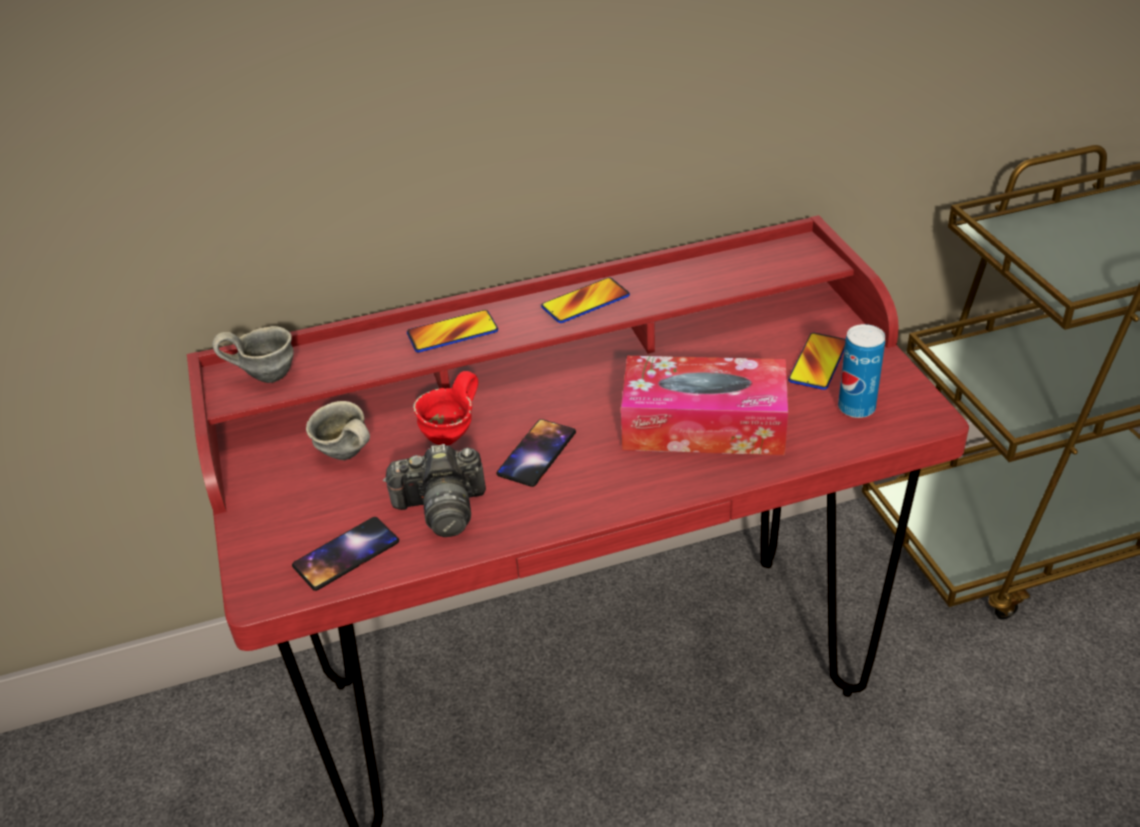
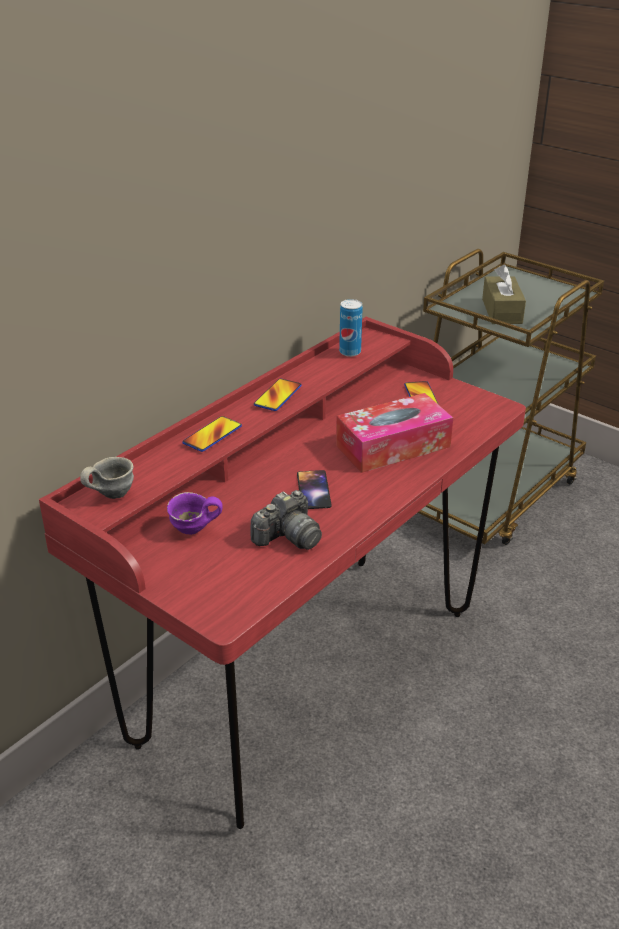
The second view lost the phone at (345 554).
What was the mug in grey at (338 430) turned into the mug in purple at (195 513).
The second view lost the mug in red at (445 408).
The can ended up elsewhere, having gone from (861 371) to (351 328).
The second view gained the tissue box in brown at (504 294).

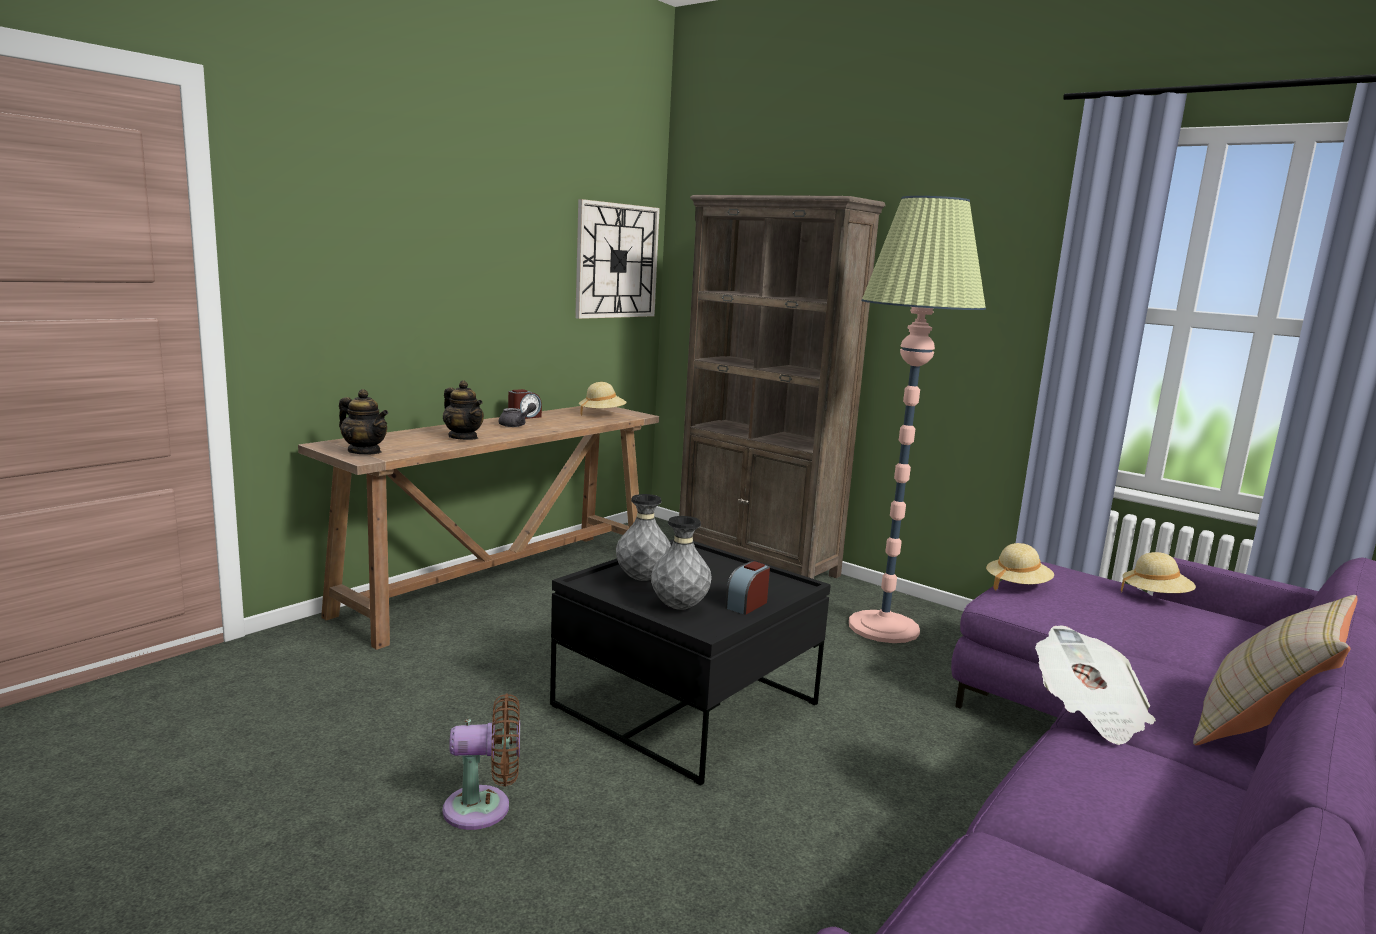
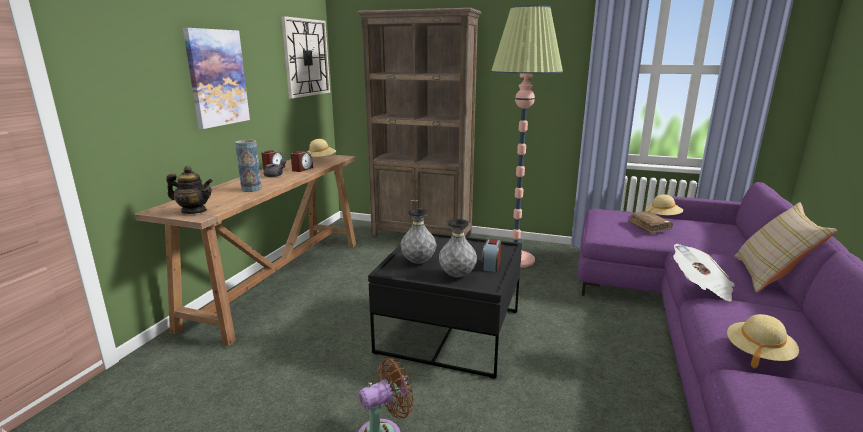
Where the teapot stood at (463 410), the vase came to stand at (248 166).
The hat in beige ended up elsewhere, having gone from (1020 566) to (763 341).
The second view gained the picture at (216 78).
The second view gained the alarm clock at (302 161).
The second view gained the book in brown at (650 222).

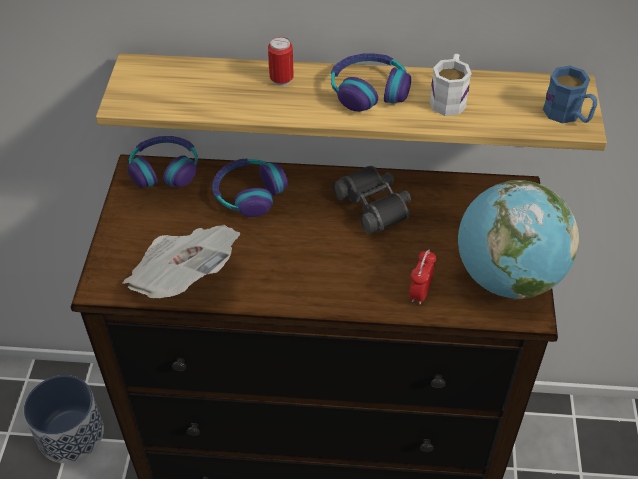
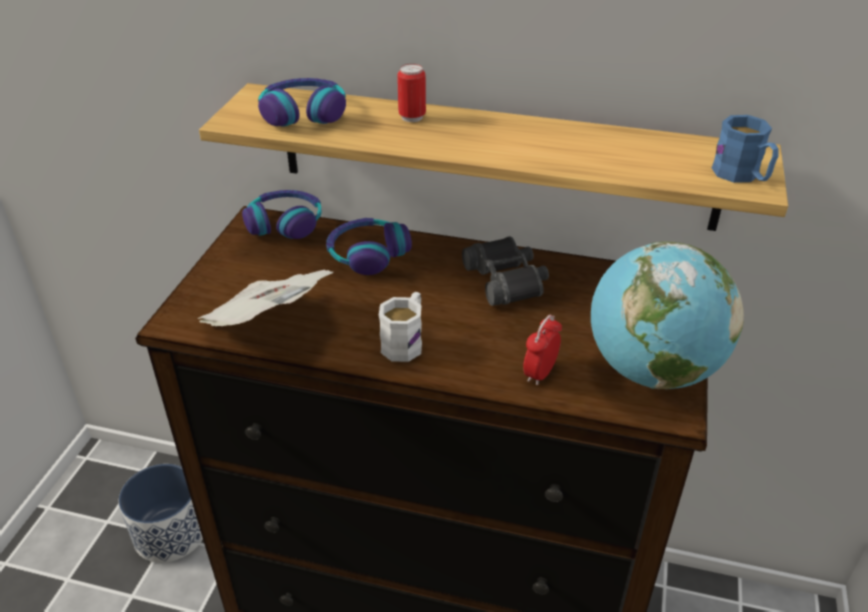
The headphones ended up elsewhere, having gone from (371 82) to (302 102).
The mug in white ended up elsewhere, having gone from (450 85) to (400 327).

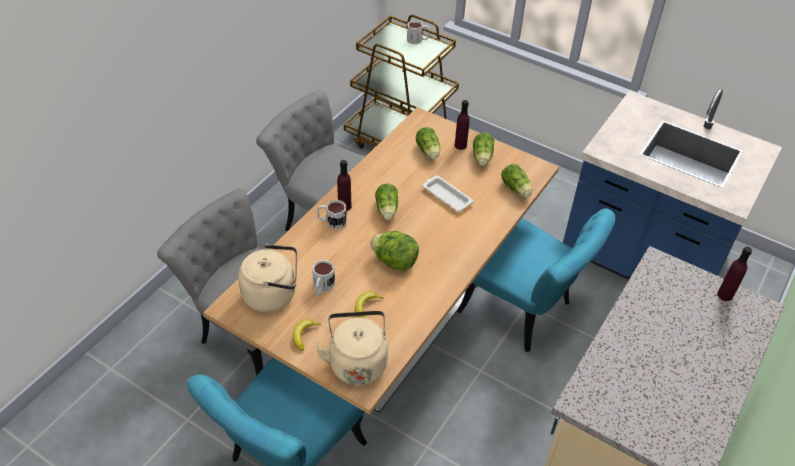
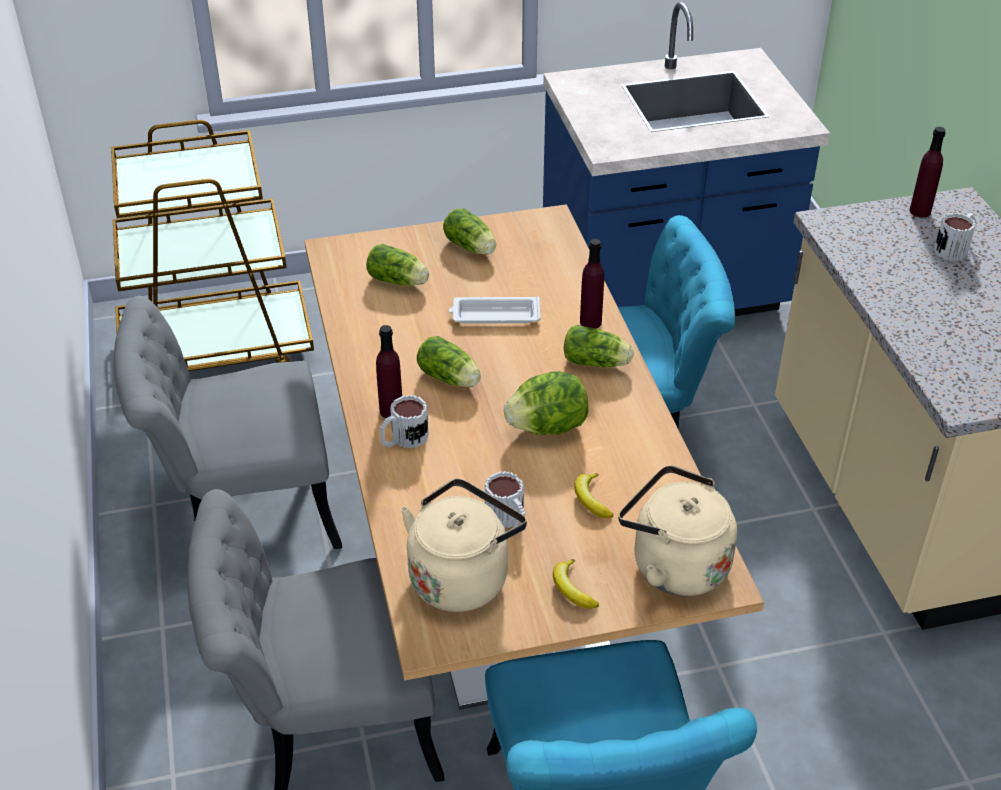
The mug ended up elsewhere, having gone from (418 32) to (955 237).
The bottle in purple ended up elsewhere, having gone from (462 125) to (592 284).
The lettuce ended up elsewhere, having gone from (516 180) to (598 346).

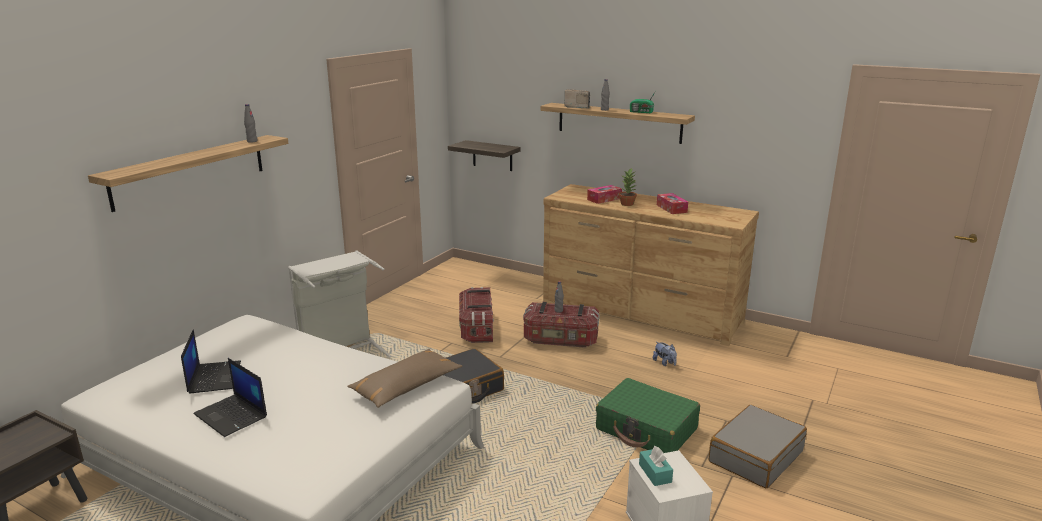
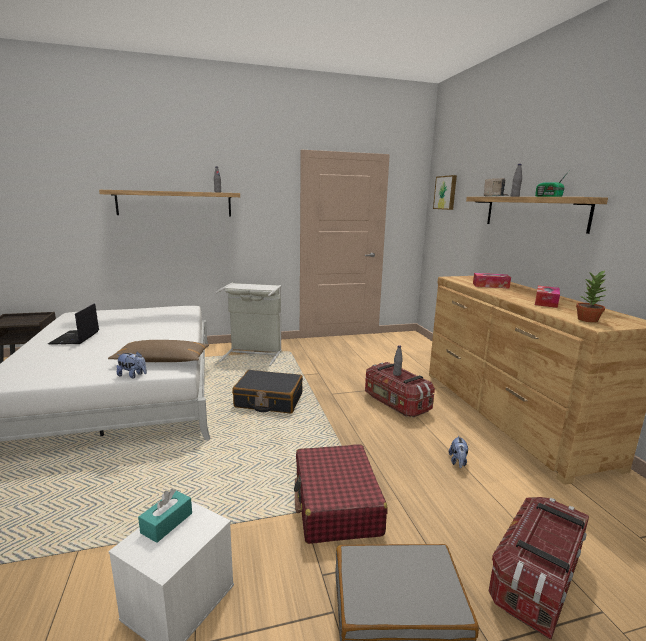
The second view lost the laptop at (211 361).
The second view lost the shelf at (484 155).
The storage box ended up elsewhere, having gone from (476 315) to (539 568).
What was the suitcase in green at (648 415) turned into the suitcase in red at (341 494).
The potted plant ended up elsewhere, having gone from (628 187) to (591 297).
The second view gained the plush toy at (131 364).
The second view gained the picture at (445 192).

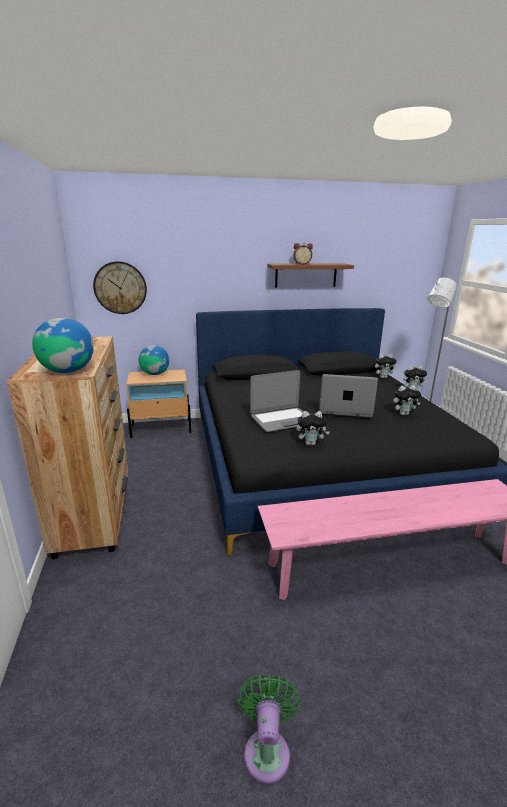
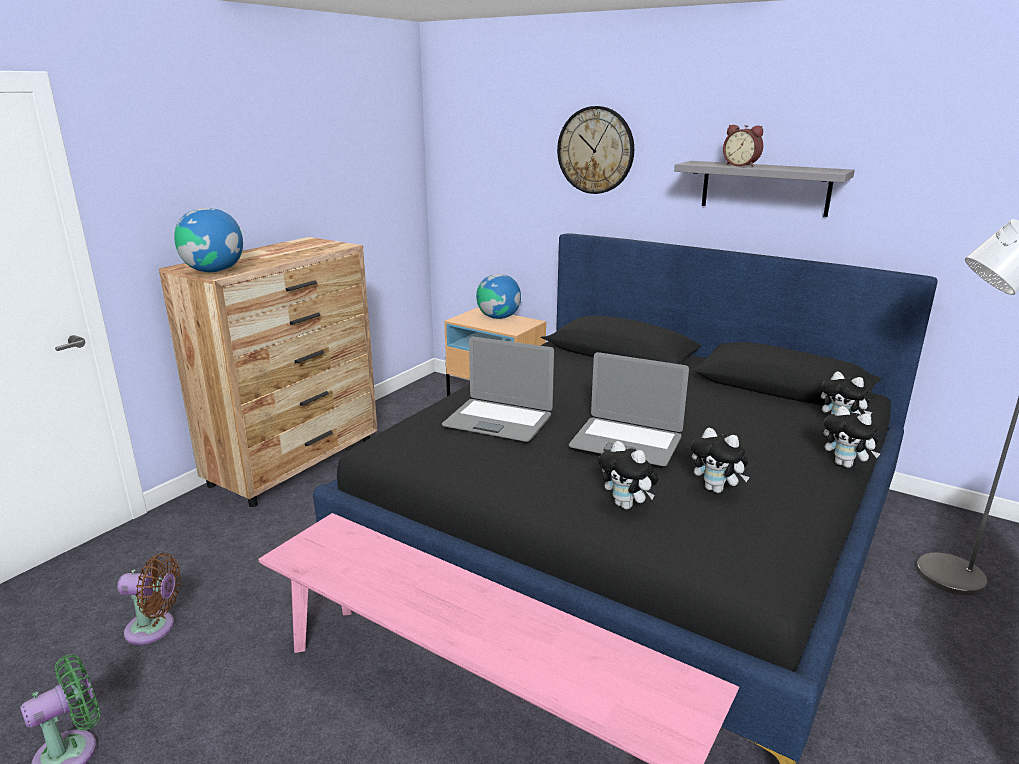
The wall clock ended up elsewhere, having gone from (120 287) to (595 150).
What was the shelf in brown at (310 275) turned into the shelf in grey at (764 189).
The plush toy ended up elsewhere, having gone from (313 428) to (628 475).
The laptop at (348 395) ended up facing another way, 150 degrees clockwise from before.
The second view gained the fan in brown at (149 599).

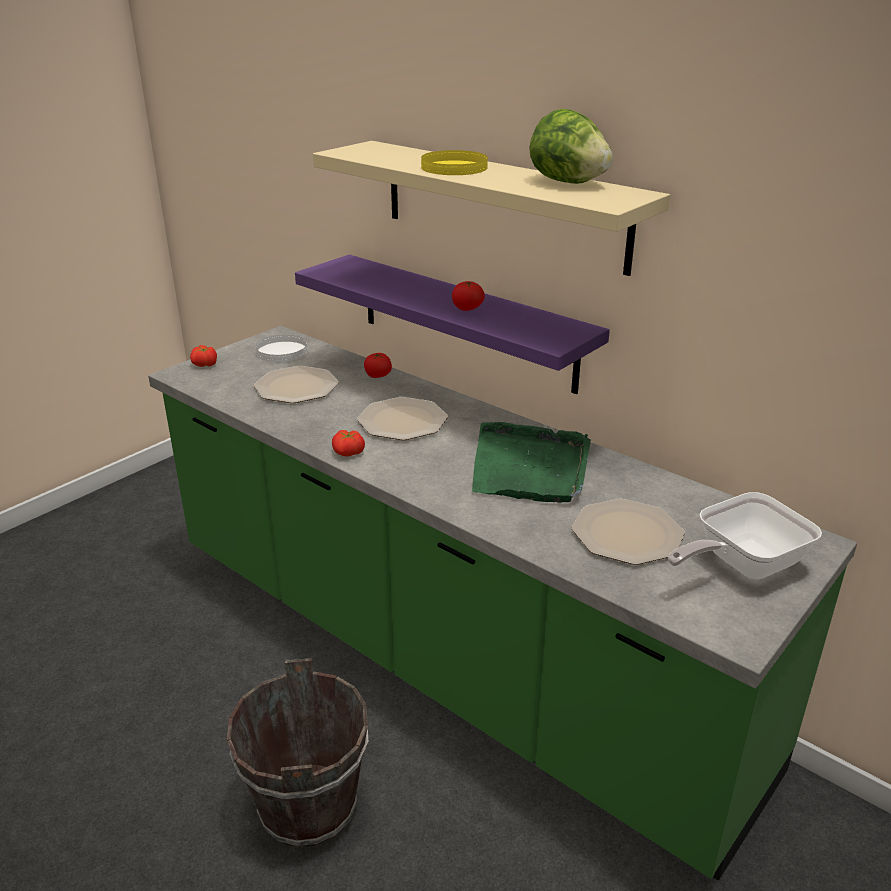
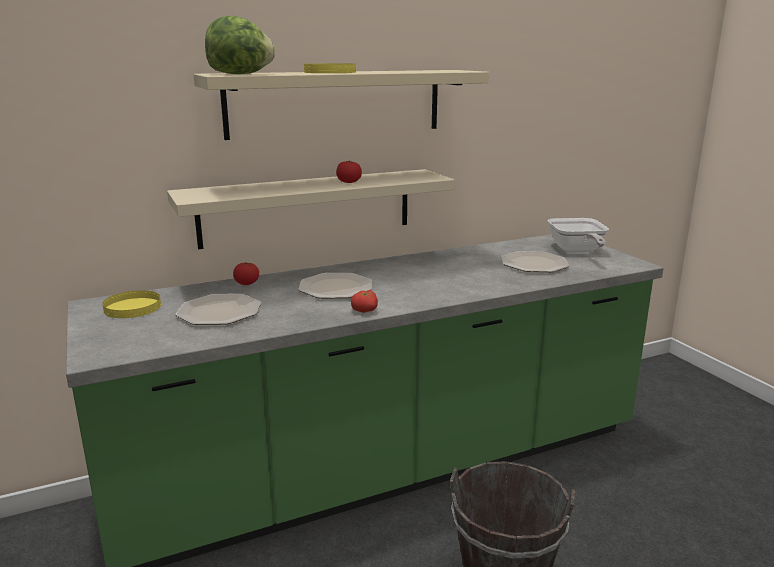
The second view lost the tomato at (203 356).
What was the plate in white at (281 348) turned into the plate in yellow at (131 304).
What was the shelf in purple at (452 324) turned into the shelf in beige at (311 209).
The second view lost the tray in green at (531 462).
The lettuce ended up elsewhere, having gone from (571 146) to (240 45).

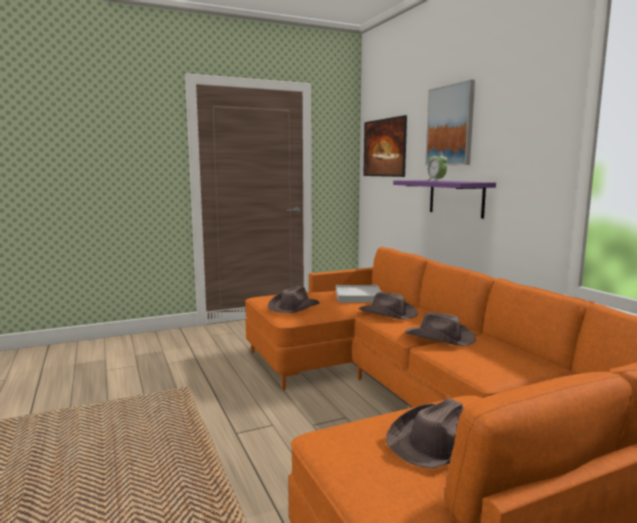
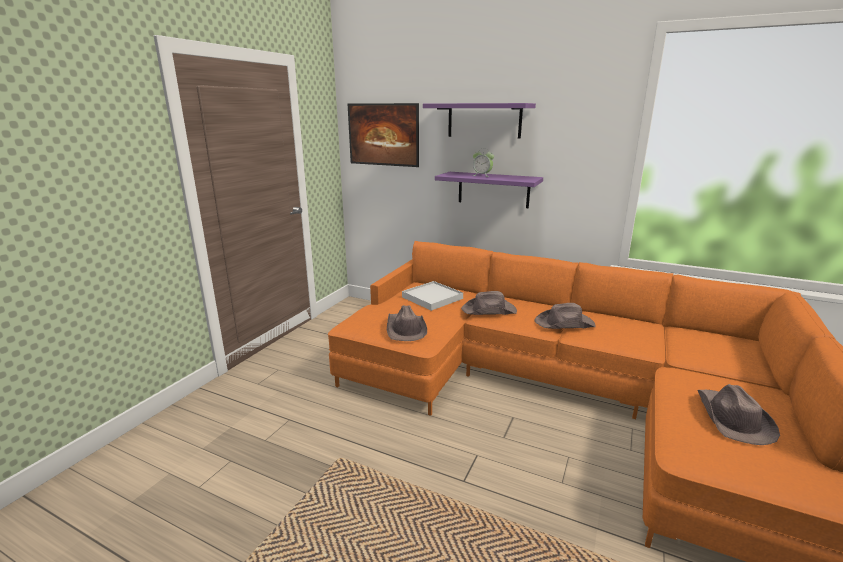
Where the picture hung at (450 122), the shelf in purple came to hang at (479 121).

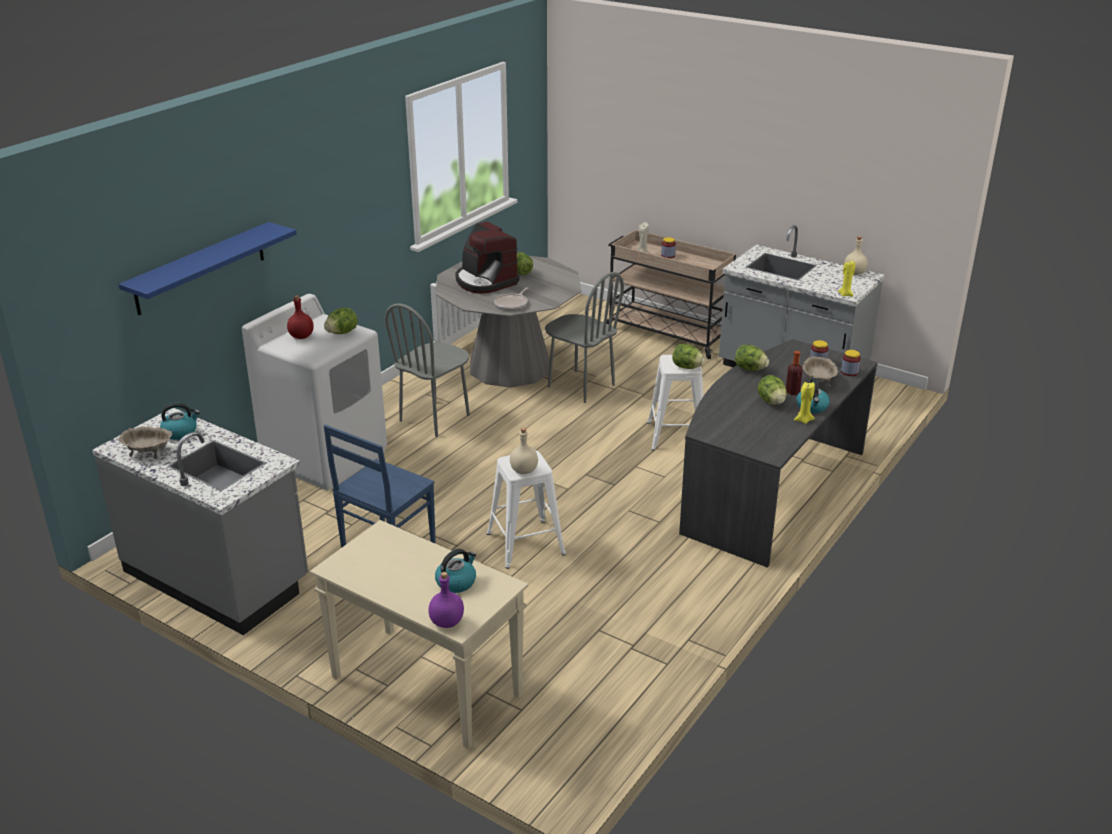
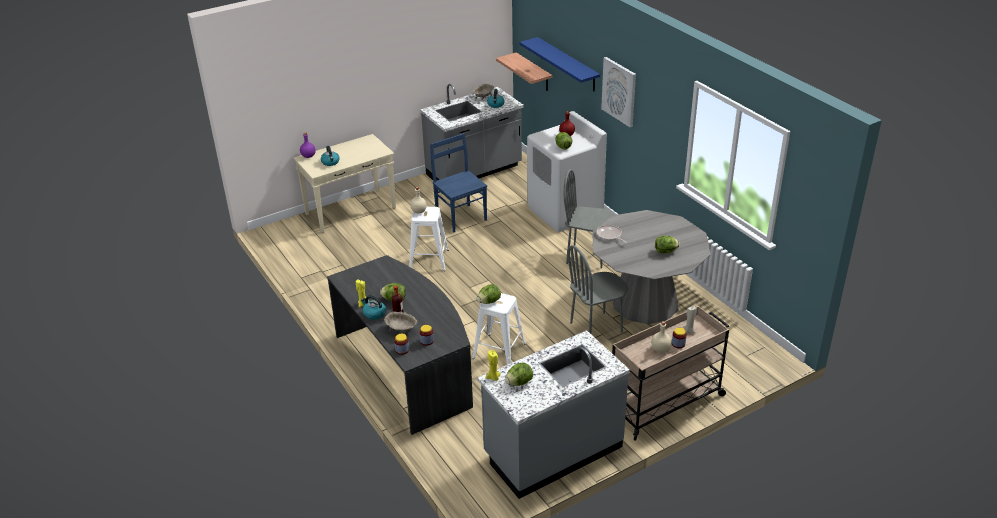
The chair in grey at (427 370) ended up facing another way, 45 degrees counterclockwise from before.
The second view lost the coffee machine at (487 257).
The lettuce ended up elsewhere, having gone from (752 358) to (519 374).
The bottle in beige ended up elsewhere, having gone from (856 255) to (661 337).
The second view gained the shelf at (524 71).
The second view gained the picture at (618 92).

